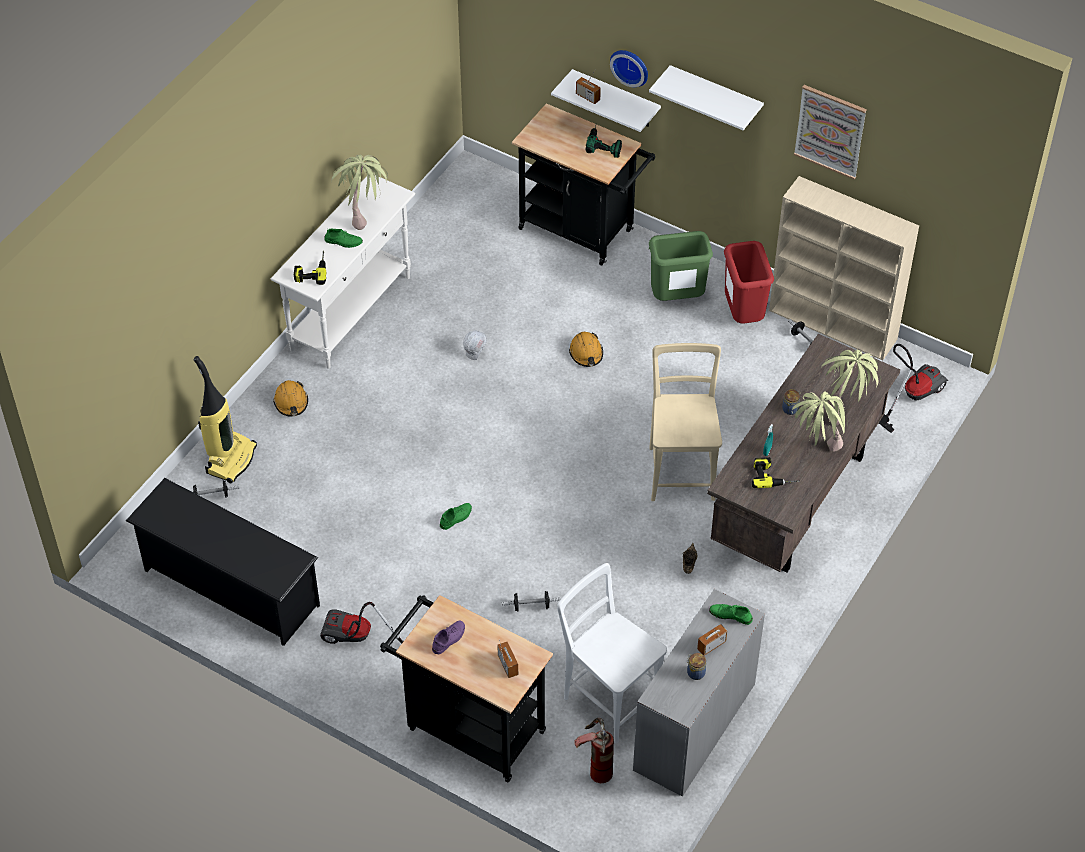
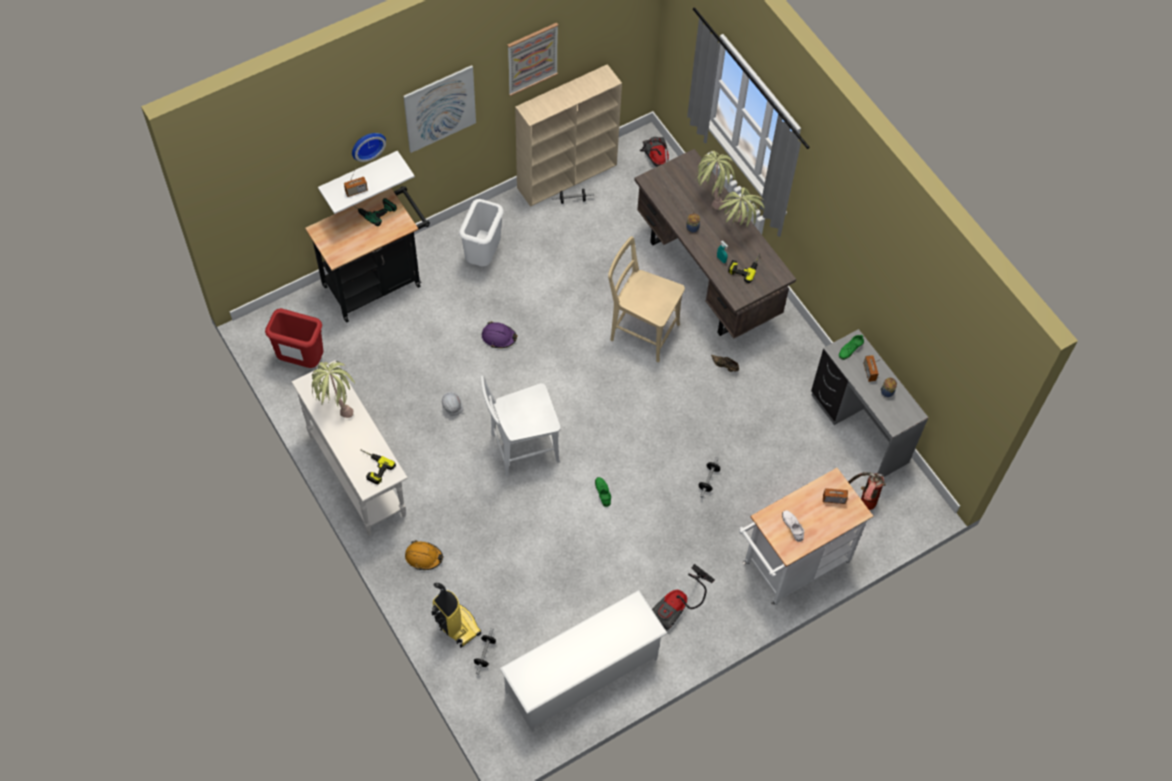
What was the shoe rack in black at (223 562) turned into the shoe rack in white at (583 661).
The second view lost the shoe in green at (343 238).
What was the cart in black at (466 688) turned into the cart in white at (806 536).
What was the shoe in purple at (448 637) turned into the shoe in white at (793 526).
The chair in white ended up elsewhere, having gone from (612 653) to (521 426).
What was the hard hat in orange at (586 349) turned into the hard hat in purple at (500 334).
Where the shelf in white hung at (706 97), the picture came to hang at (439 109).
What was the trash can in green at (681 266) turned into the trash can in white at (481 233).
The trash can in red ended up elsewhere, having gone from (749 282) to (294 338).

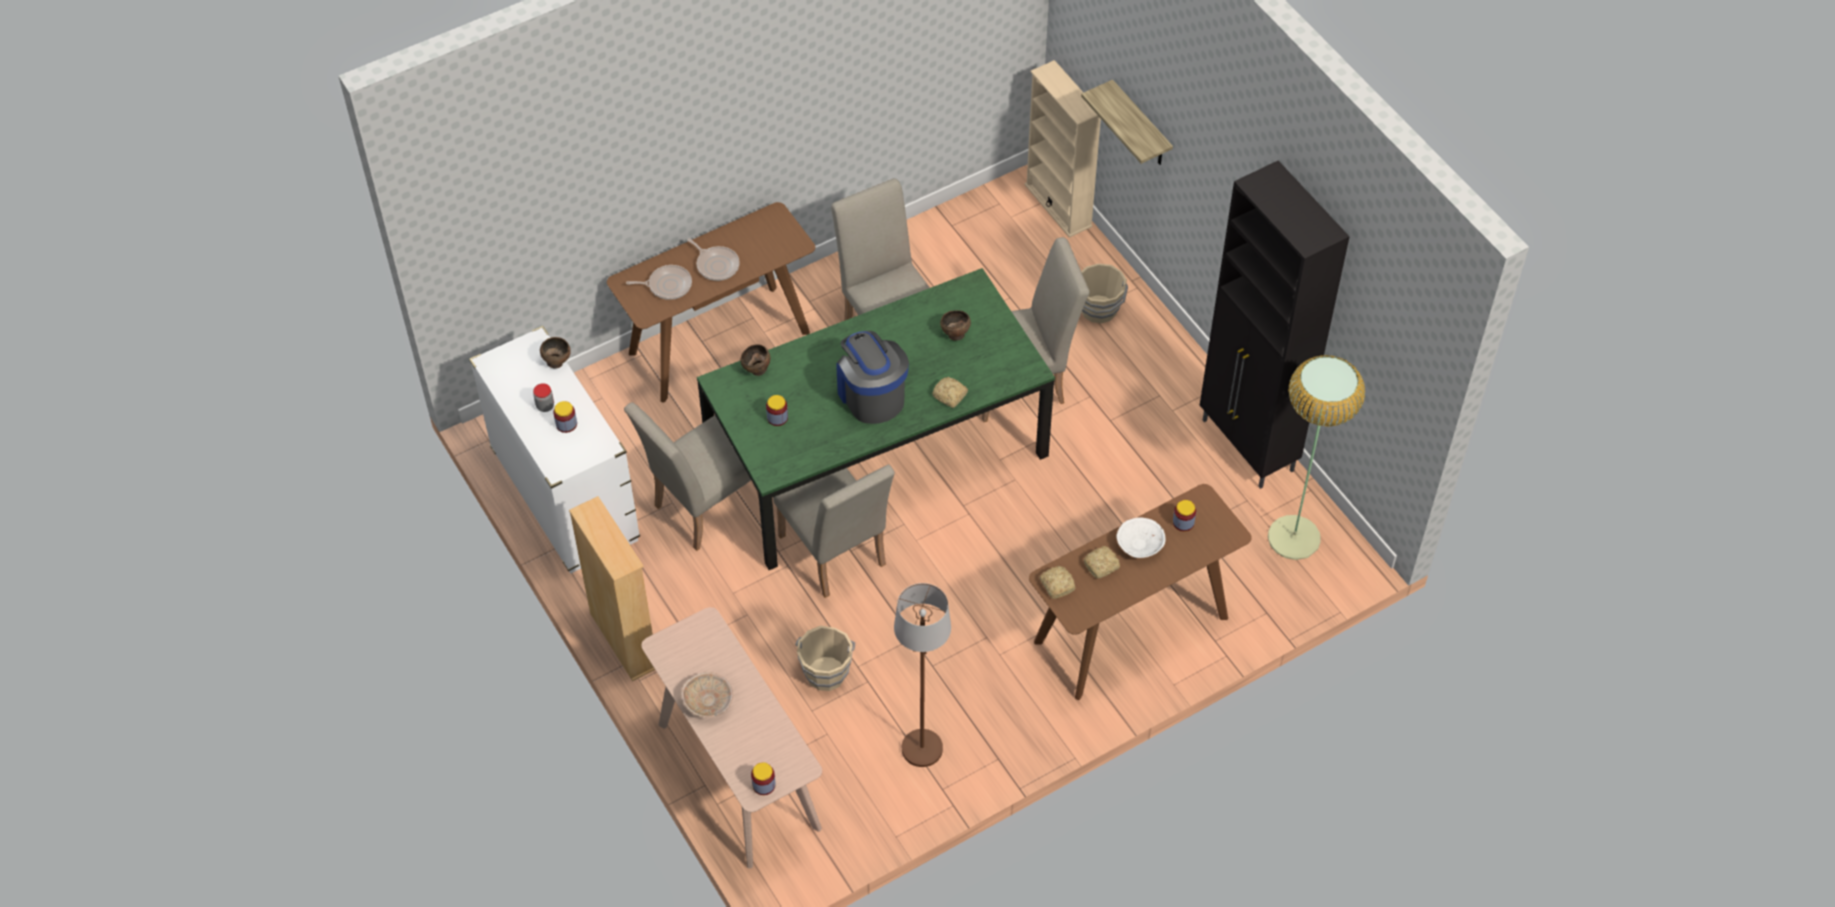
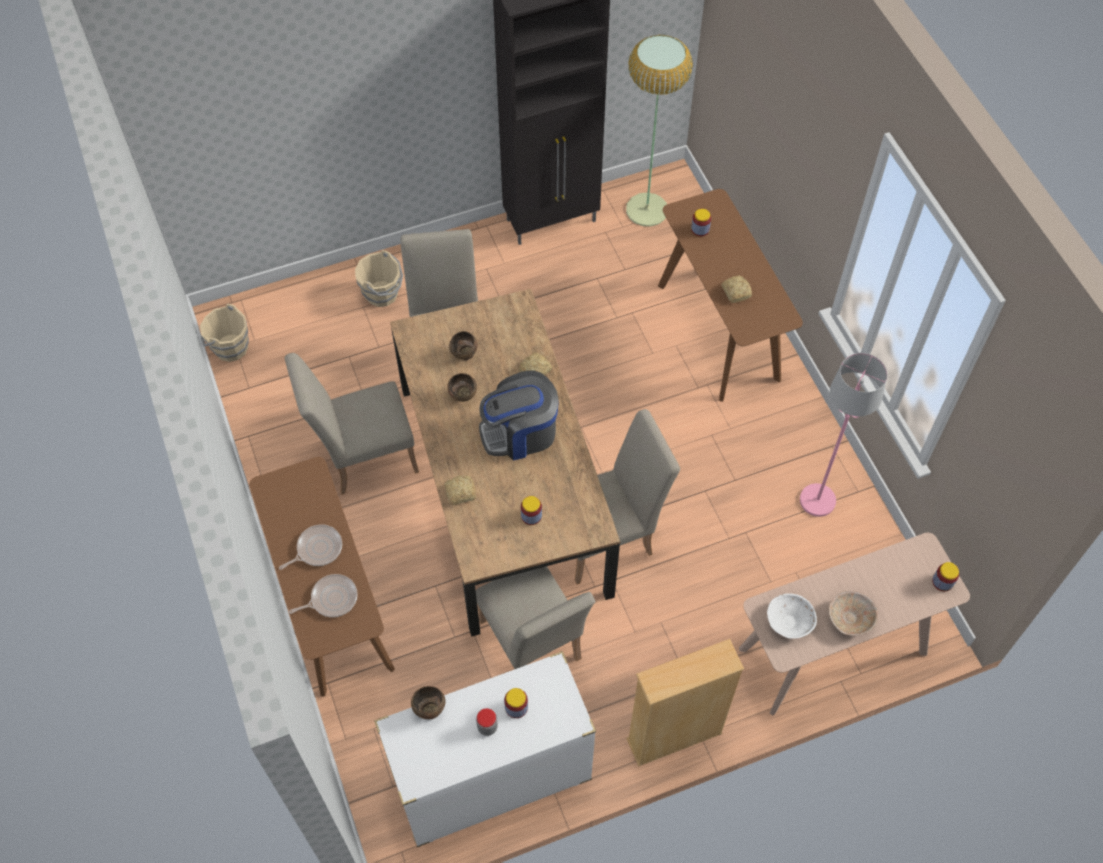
The frying pan at (659 282) ended up facing another way, 60 degrees clockwise from before.
What was the dining table in green at (876 419) turned into the dining table in brown at (505 463).
The bowl in brown ended up elsewhere, having gone from (755 360) to (462 387).
The bucket in beige ended up elsewhere, having gone from (825 658) to (224 333).
What was the floor lamp in brown at (922 675) turned into the floor lamp in pink at (843 435).
The second view lost the bookcase in beige at (1062 149).
The bread ended up elsewhere, having gone from (1057 582) to (460 490).
The second view lost the shelf at (1127 122).
The bowl in white ended up elsewhere, having gone from (1141 537) to (792 616).

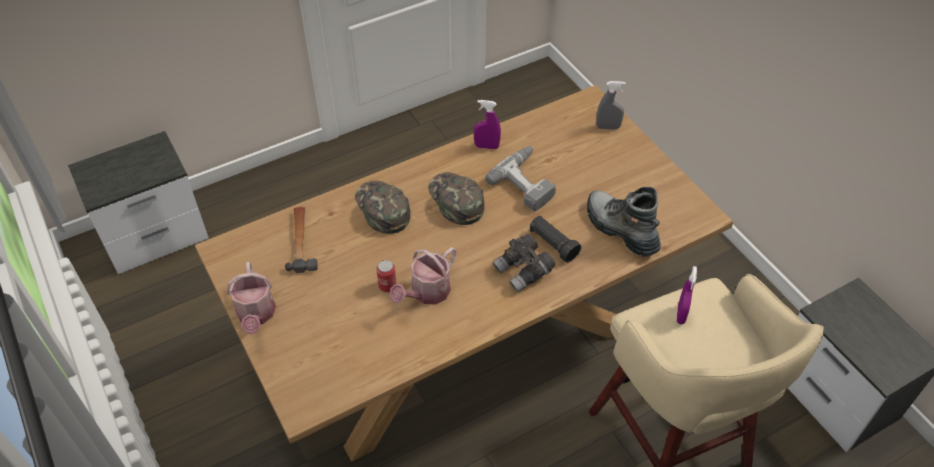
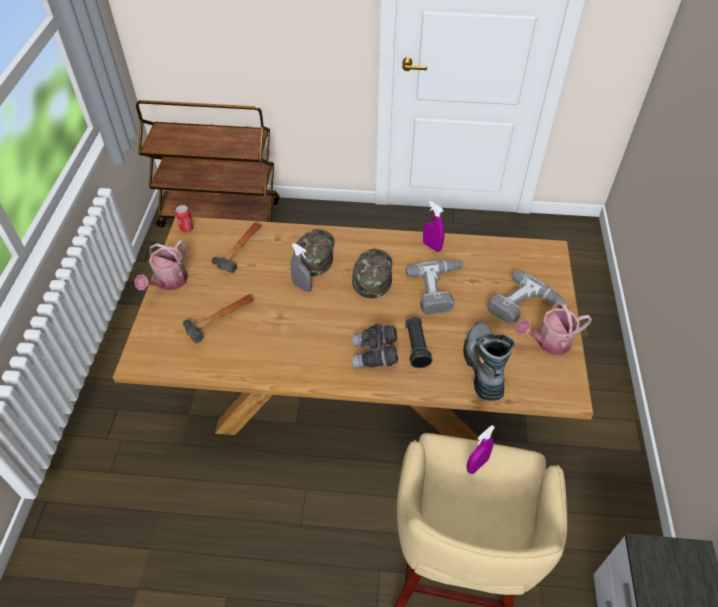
Where the nightstand stood at (138 202), the cart in brown came to stand at (208 163).
The can ended up elsewhere, having gone from (386 276) to (184 218).
The watering can ended up elsewhere, having gone from (423 276) to (554 328).
The spray bottle in grey ended up elsewhere, having gone from (611 105) to (301 267).
The second view gained the hammer at (218 318).
The second view gained the power drill at (527 297).

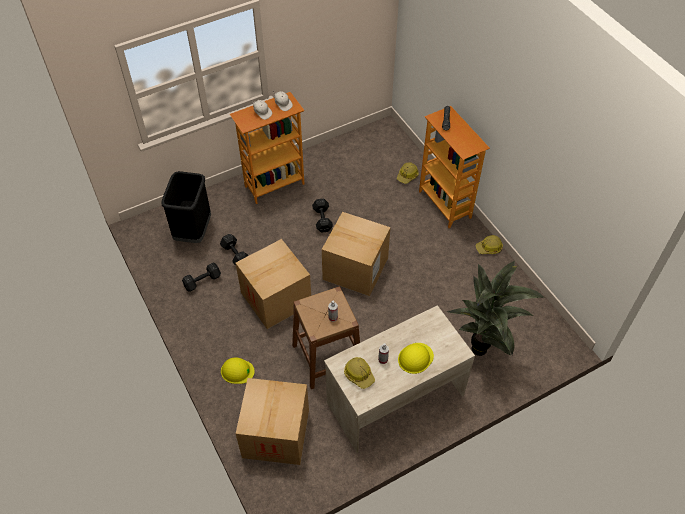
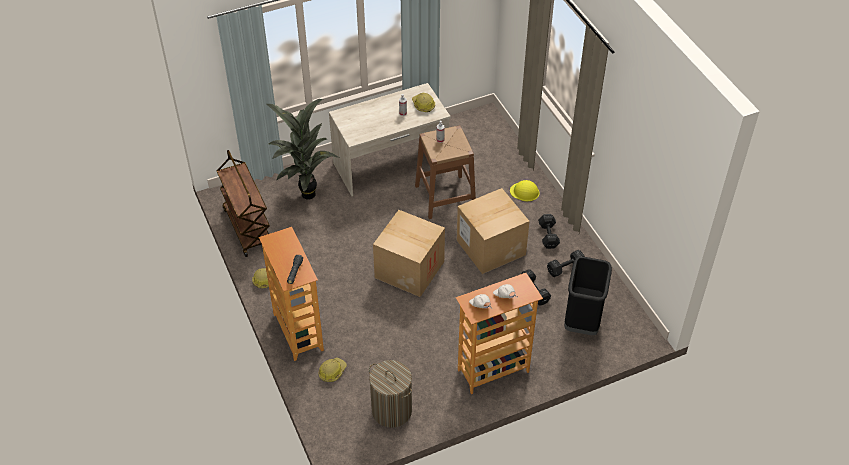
The second view lost the cardboard box at (272 421).
The dumbbell in black ended up elsewhere, having gone from (322 216) to (549 231).
The second view lost the hard hat in yellow at (416 358).
The second view gained the cart in brown at (243 203).
The second view gained the laundry basket at (390 394).

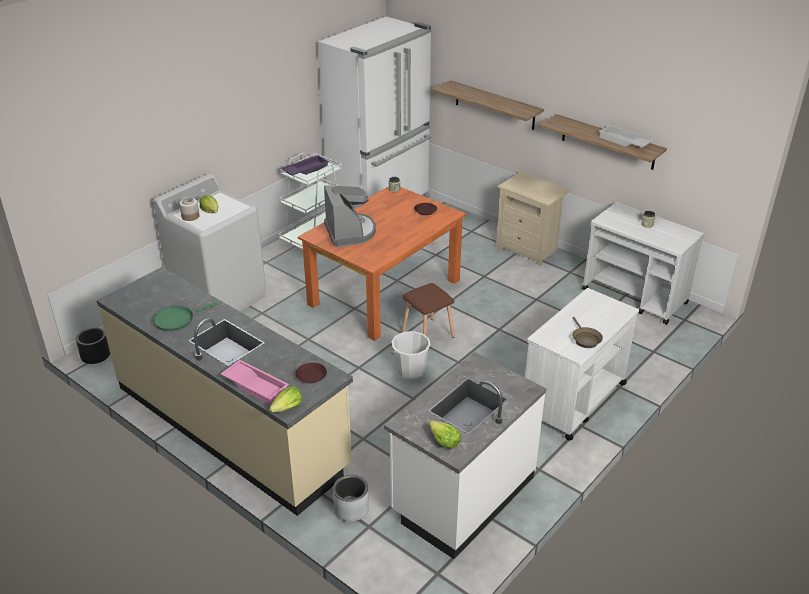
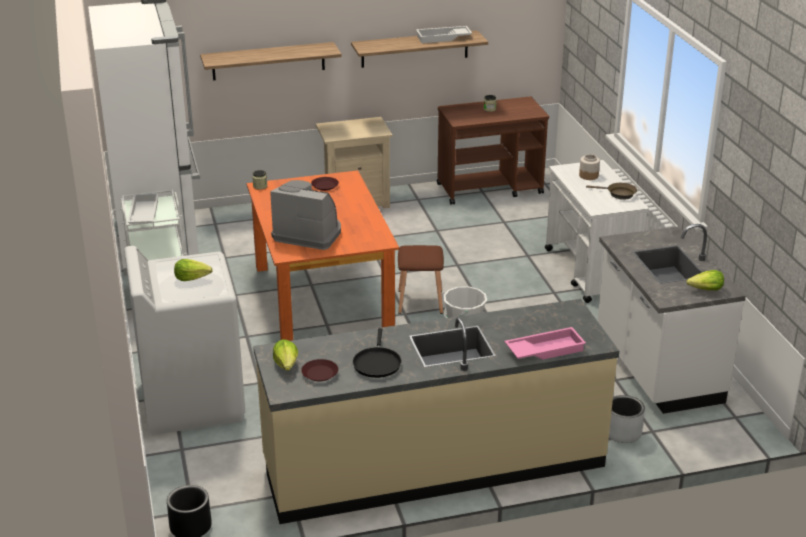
What was the frying pan in green at (186 316) turned into the frying pan in black at (377 353).
The jar ended up elsewhere, having gone from (189 209) to (589 167).
The lettuce ended up elsewhere, having gone from (285 399) to (285 355).
What was the tray in purple at (305 165) turned into the tray in white at (143 208).
The plate in brown ended up elsewhere, having gone from (311 373) to (319 370).
What was the cart in white at (643 263) turned into the cart in brown at (493 151).

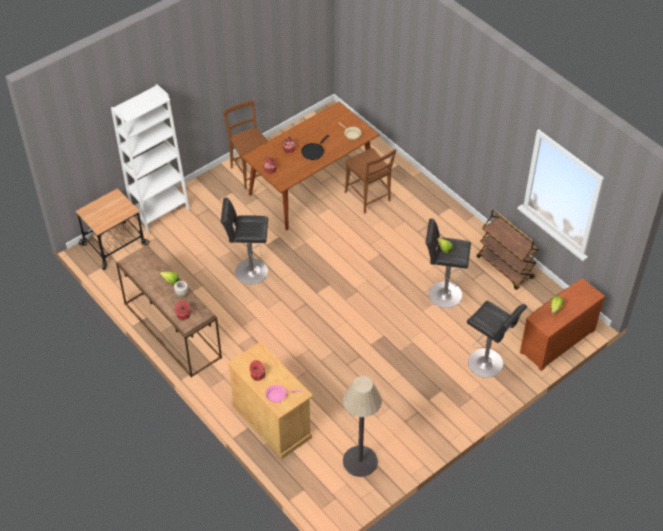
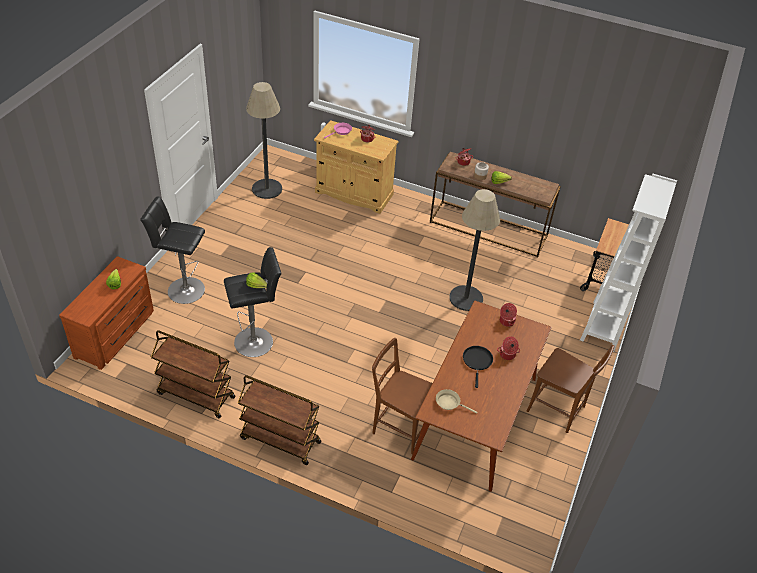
Where the stool in black stood at (244 241), the floor lamp came to stand at (474 250).
The second view gained the cart in brown at (279 420).

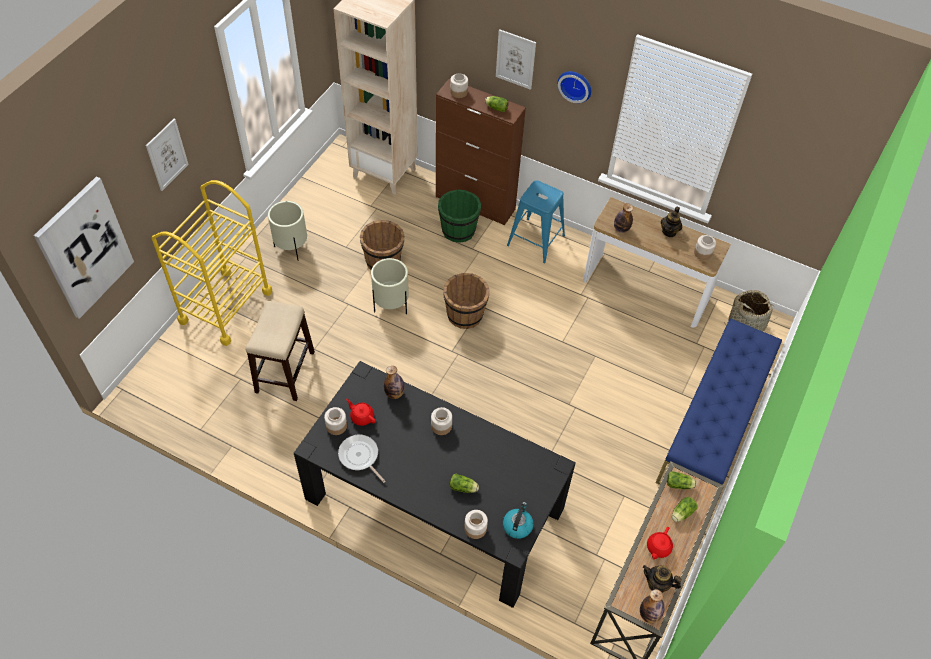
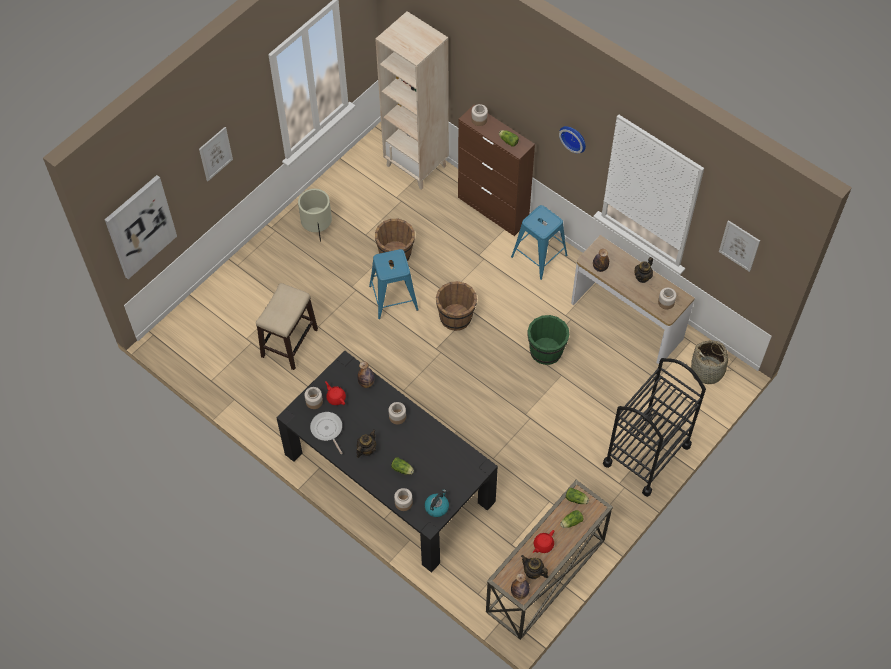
The second view lost the cart in yellow at (212 263).
Where the planter in beige stood at (390 286), the stool in blue came to stand at (394 284).
The bucket in green ended up elsewhere, having gone from (459 216) to (549 340).
The picture ended up elsewhere, having gone from (516 59) to (739 246).
Where the bench in blue stood at (719 401), the cart in black came to stand at (654 427).
The second view gained the teapot at (366 443).

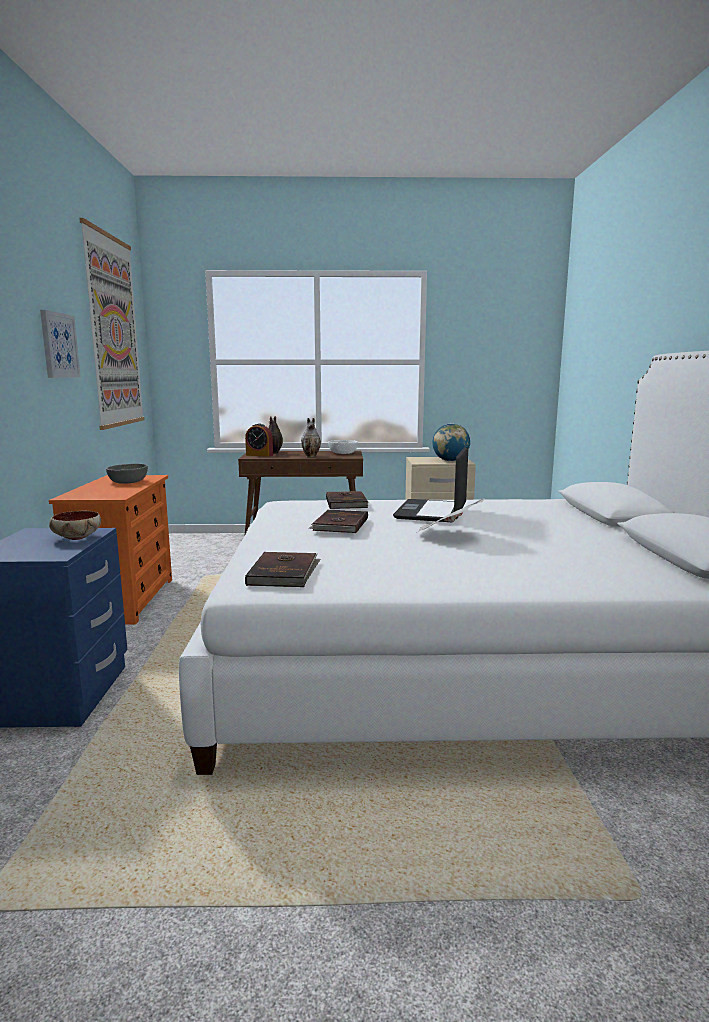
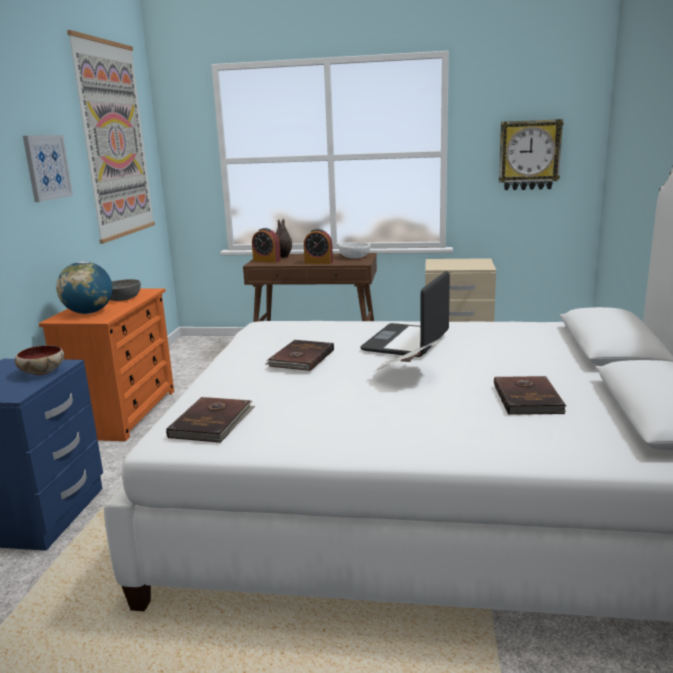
Where the vase stood at (311 437), the alarm clock came to stand at (318 246).
The book in brown ended up elsewhere, having gone from (347 500) to (530 395).
The globe ended up elsewhere, having gone from (451 442) to (84 288).
The second view gained the wall clock at (531 154).

